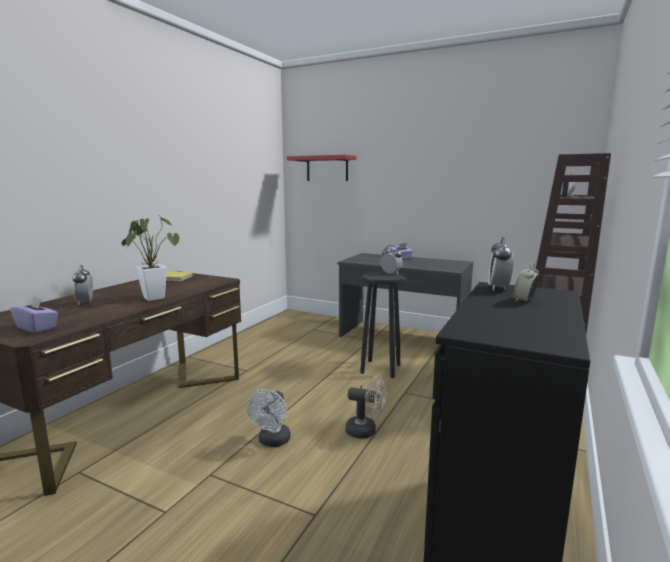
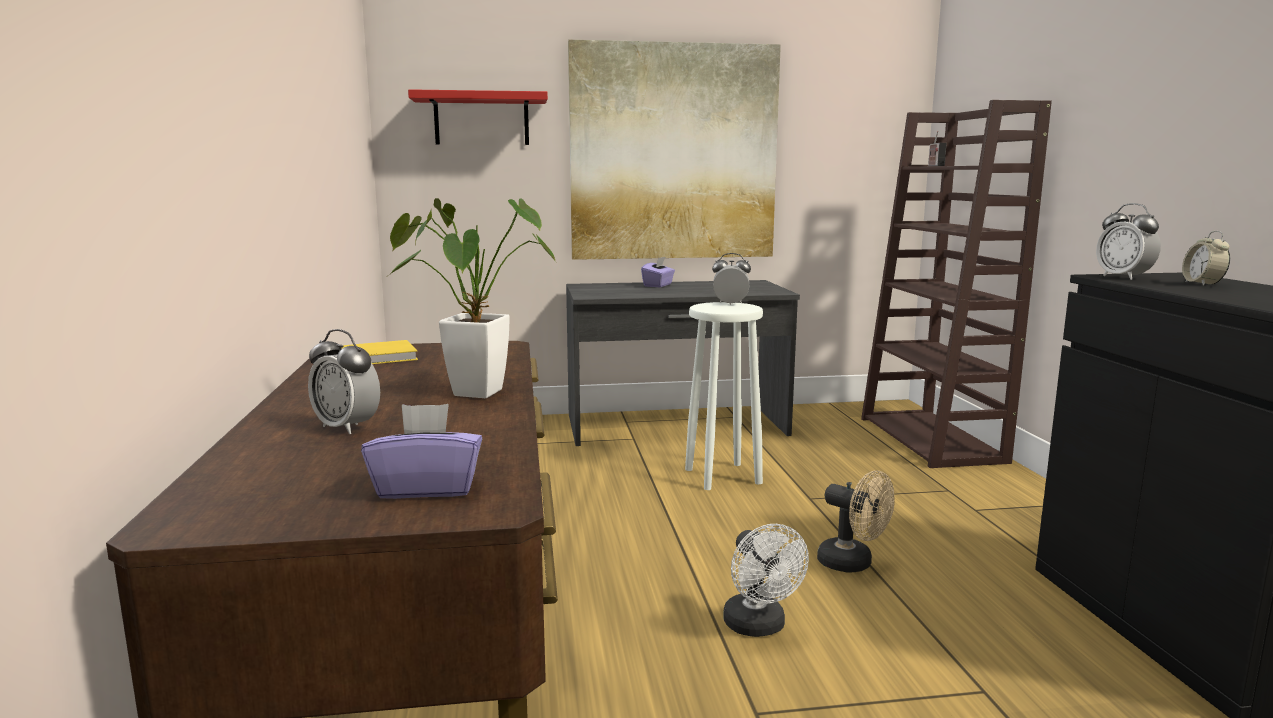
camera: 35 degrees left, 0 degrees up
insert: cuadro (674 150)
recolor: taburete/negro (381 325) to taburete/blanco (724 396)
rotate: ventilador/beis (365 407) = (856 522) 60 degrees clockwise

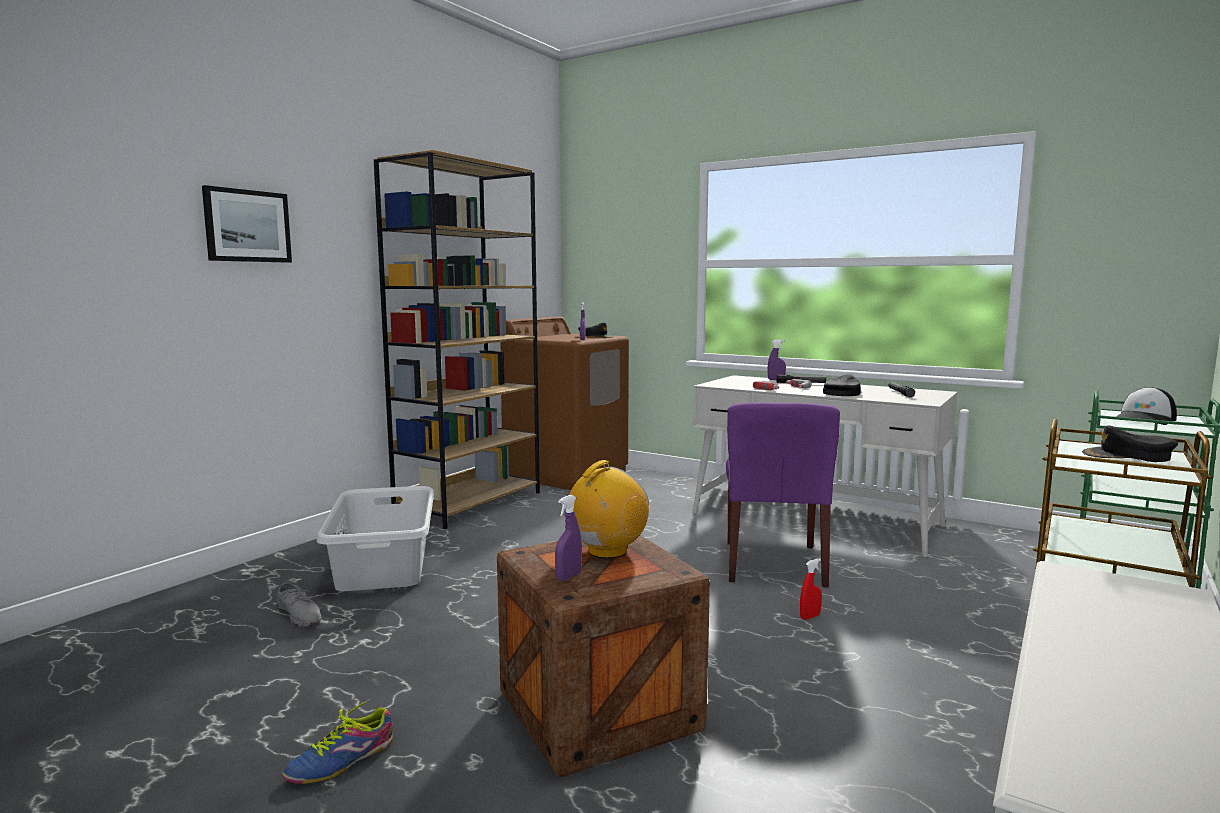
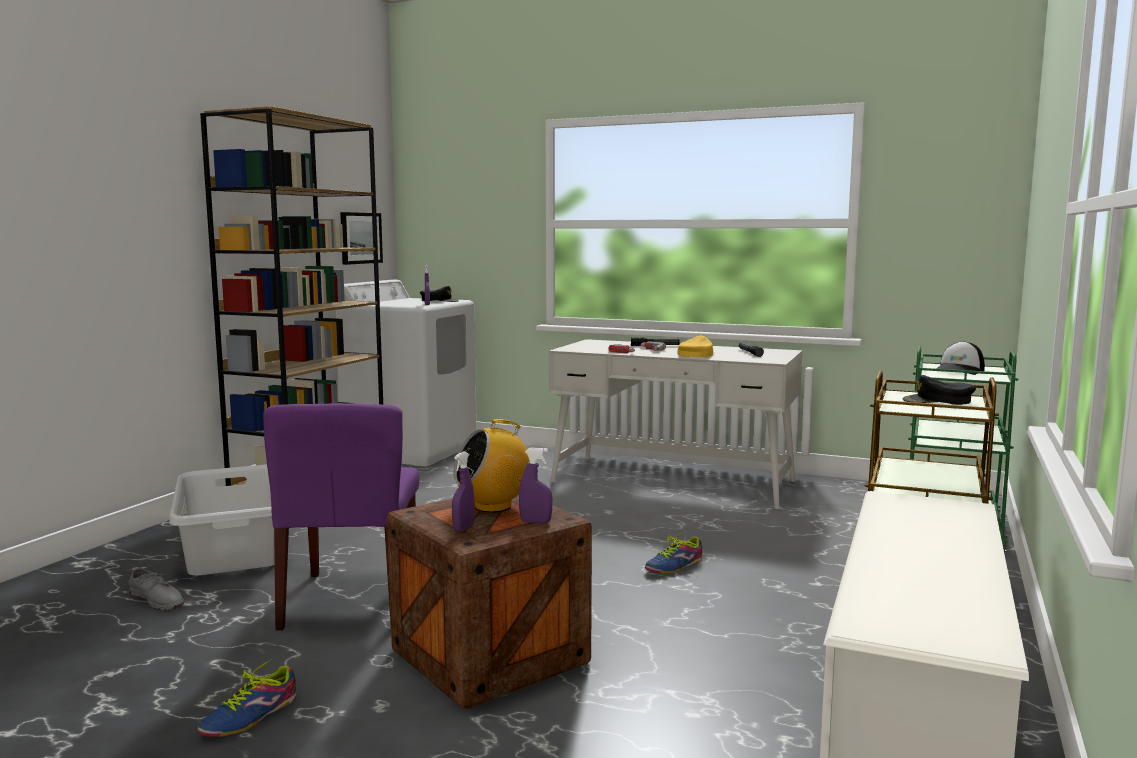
camera: 10 degrees left, 0 degrees up
move: cuadro (247 224) to (361 238); silla/morado (783 494) to (341 516); pulverizador/morado (777 360) to (535 485)
replace: pulverizador/rojo (811 589) to zapato (673 552)
recolor: lavadora/marrón (565 403) to lavadora/blanco (406 373); gorra/negro (842 385) to gorra/amarillo (696 346)
rotate: radio (609 509) = (491 466) 150 degrees counterclockwise

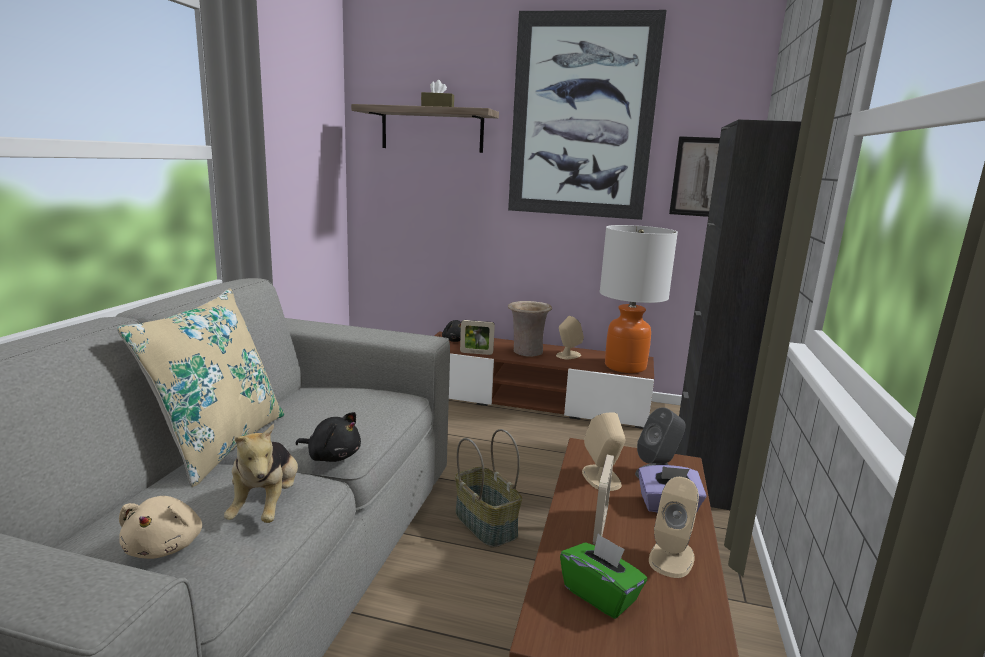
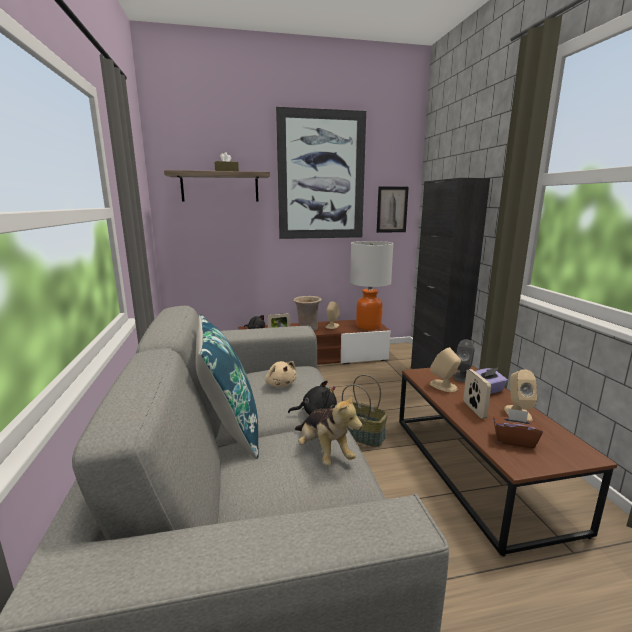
camera: 25 degrees left, 0 degrees up
move: peluche/beis (160 527) to (281 374)
recolor: cojín/beis (200 388) to cojín/azul (227 387); caja de pañuelos/verde (603 576) to caja de pañuelos/marrón (518 428)

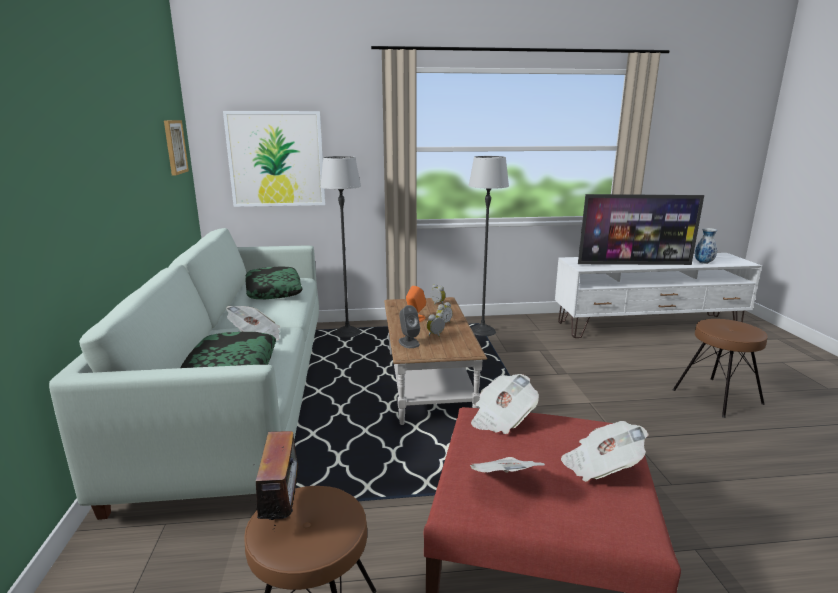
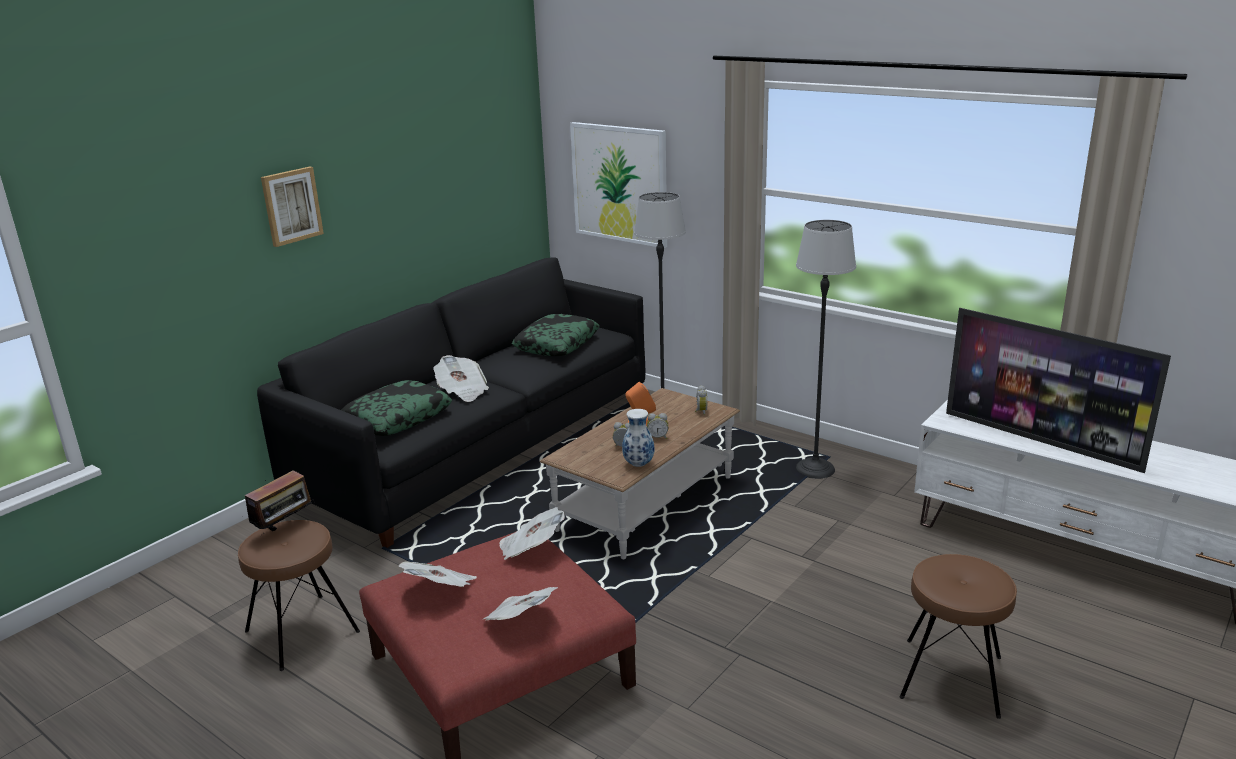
camera: 45 degrees right, 5 degrees up
delete: altavoz/gris (409 326)
move: cuadro (176 147) to (292 207); florero (706 246) to (638 438)
recolor: sofá/blanco (184 374) to sofá/negro (451 402)

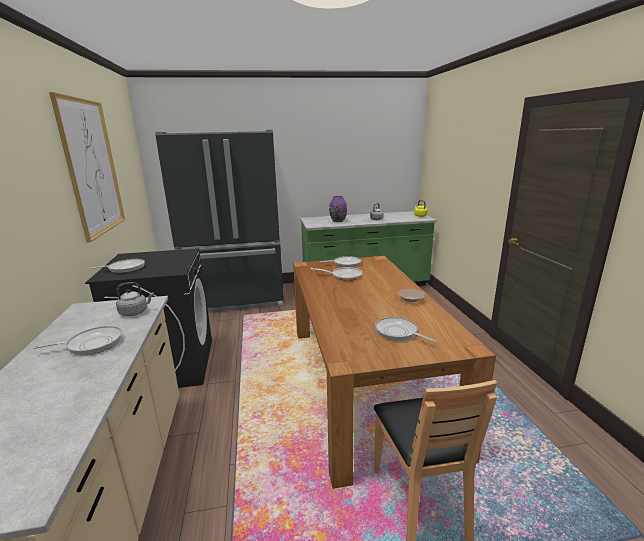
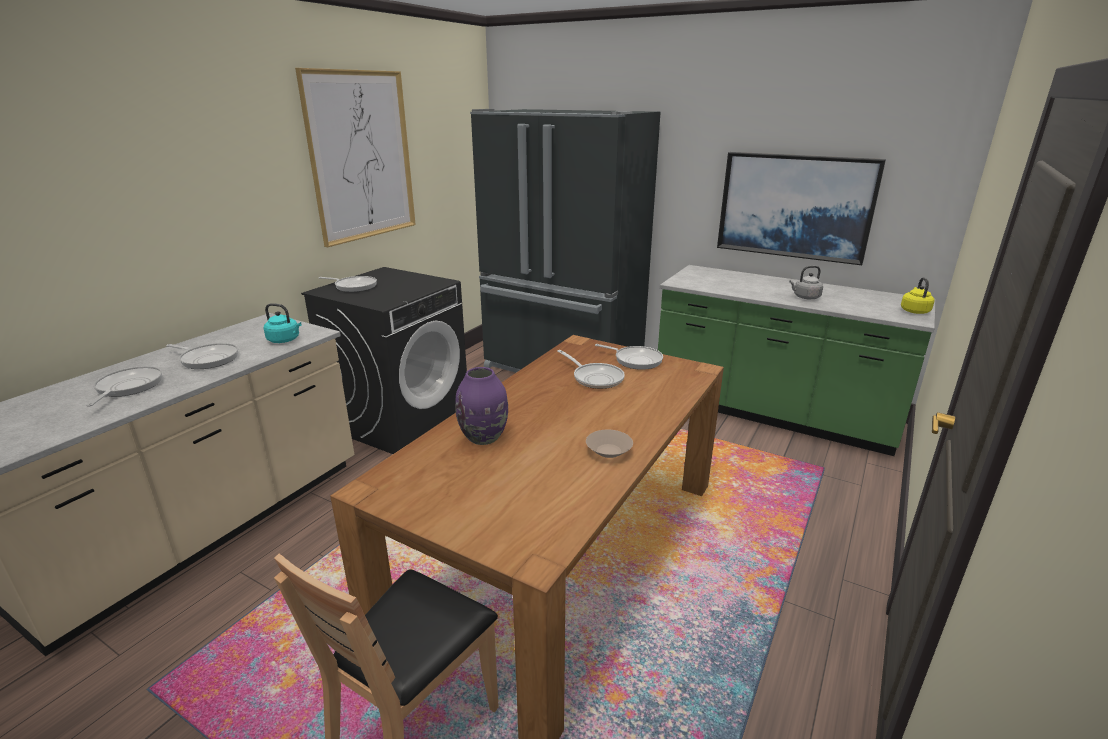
camera: 40 degrees right, 5 degrees up
insert: cuadro (801 208)
move: florero/morado (338 209) to (481 406); sartén (405 329) to (124 386)
recolor: hervidor/gris (135 299) to hervidor/turquesa (283 323)

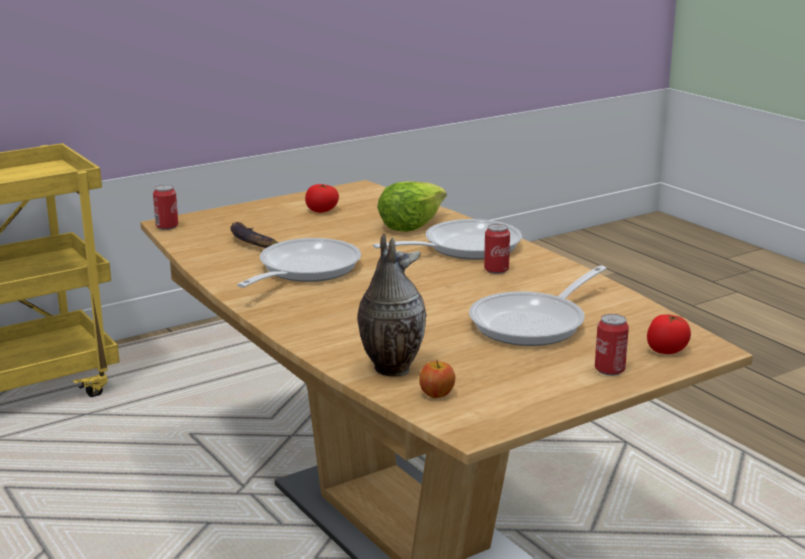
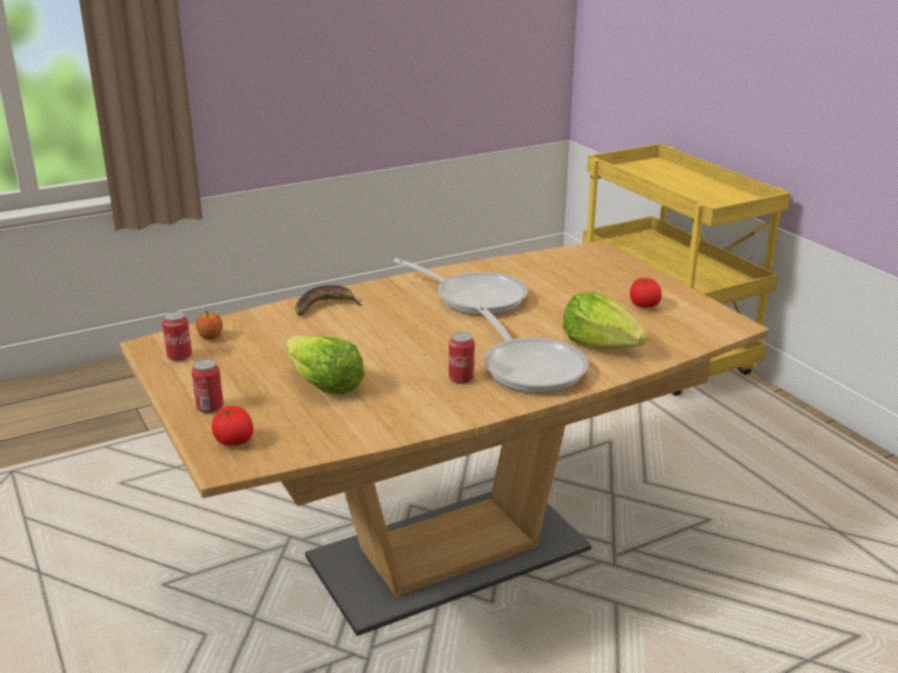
camera: 95 degrees right, 5 degrees up
delete: florero (392 305)
move: lata (165 207) to (177 336); plátano (254 235) to (328 300)
replace: sartén (538 305) to lechuga (324 364)

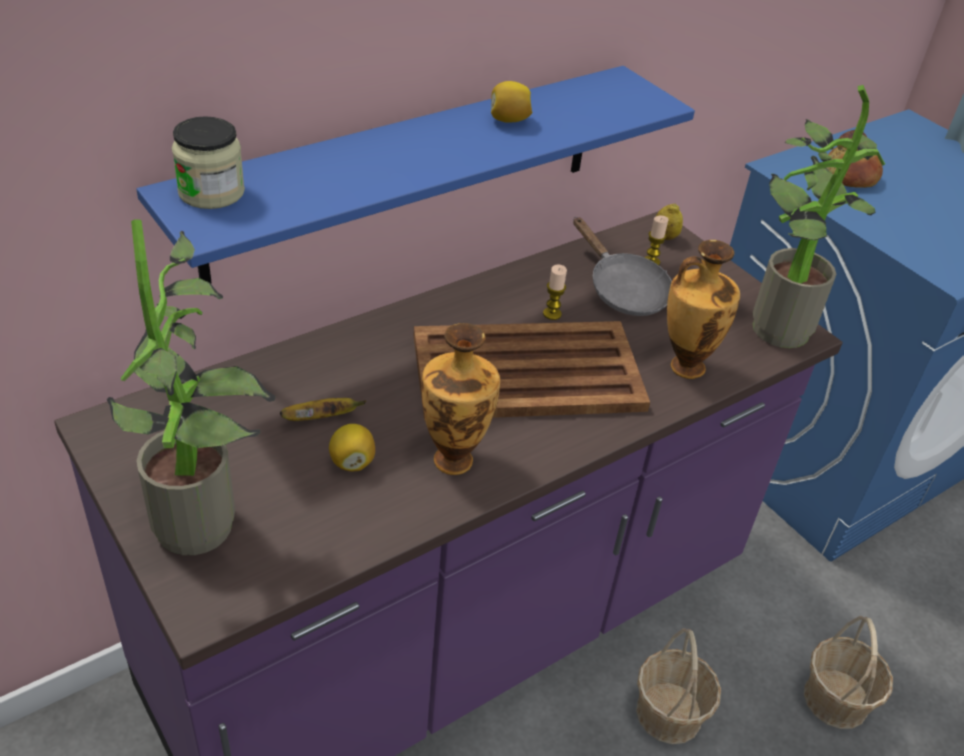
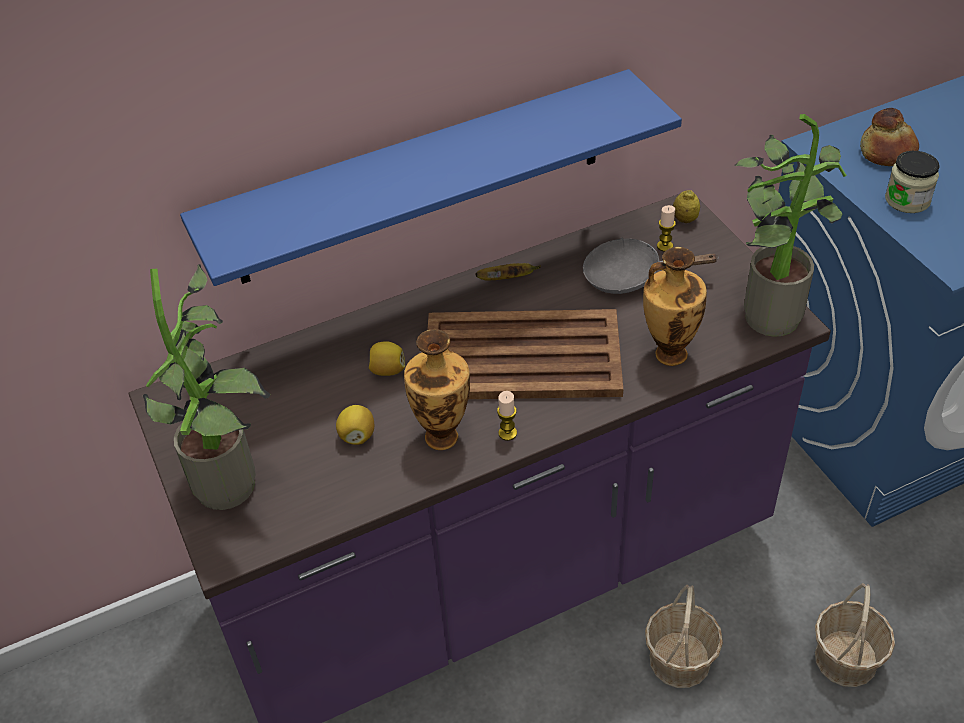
camera: 15 degrees right, 5 degrees up
move: tarro (208 162) to (912 182); plátano (323 409) to (508 272); limón (512 102) to (387 358); vela (555 292) to (507 416)
rotate: sartén/gris (622 266) = (651 266) 120 degrees clockwise

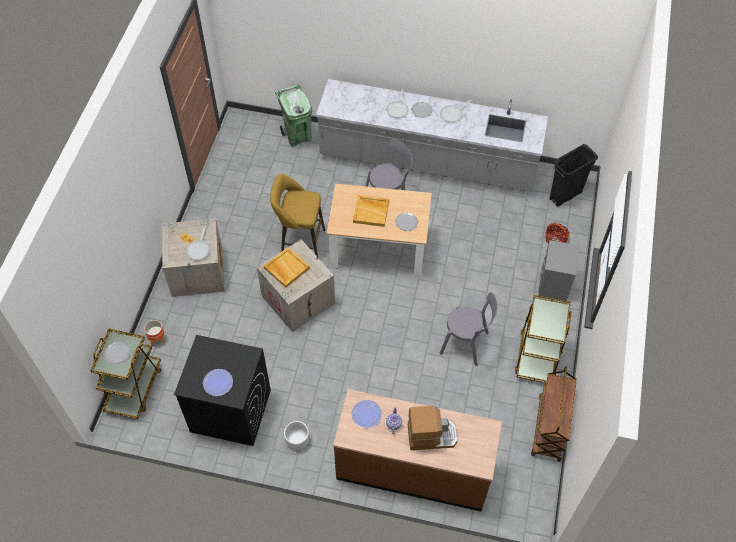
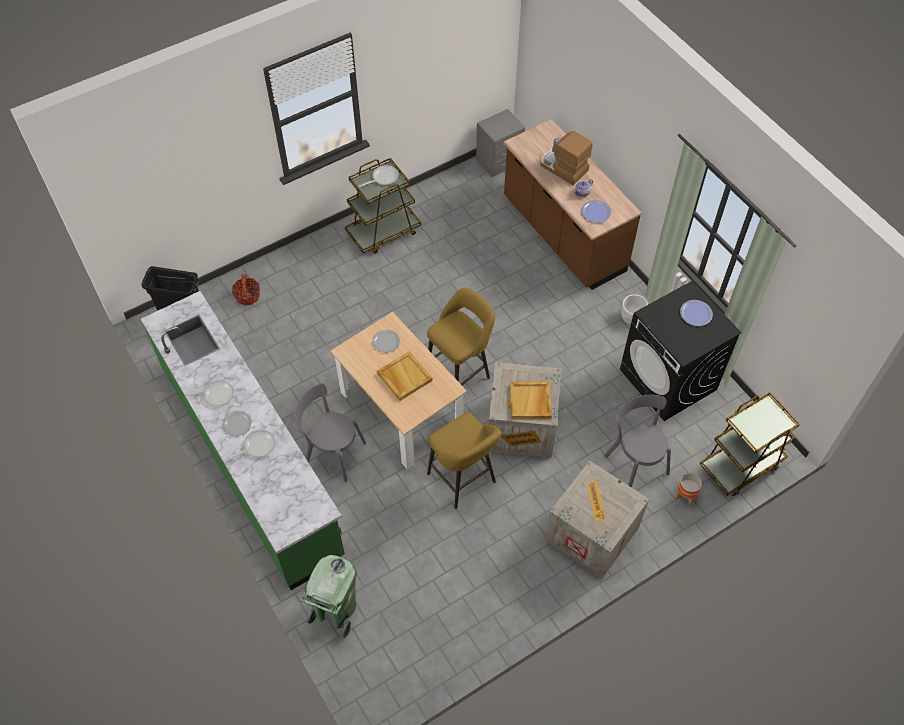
camera: 135 degrees left, 0 degrees up
delete: plato (117 353); carrito/marrón (554 414)
insert: taburete/amarillo (461 336)
move: sartén (198 243) to (379 176); silla/gris (468 329) to (637 441); mesita de noche/gris (558 270) to (500 143)
recolor: mueble bajo de cocina/gris (432 135) to mueble bajo de cocina/verde (243 440)

